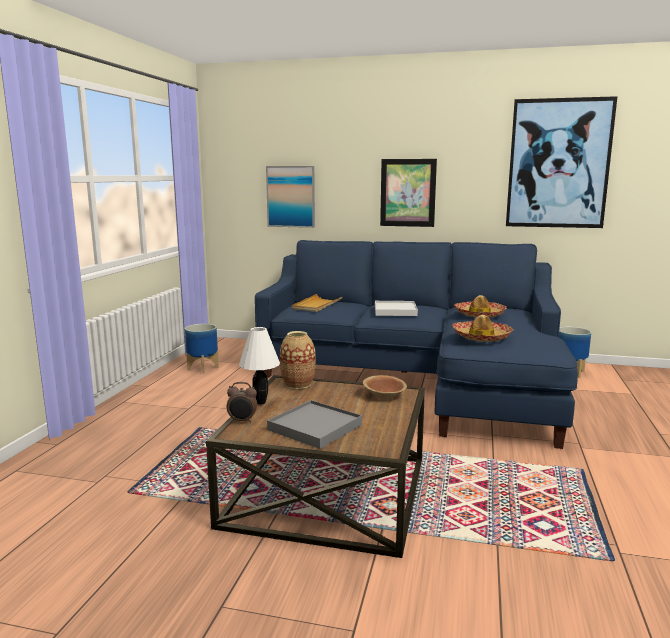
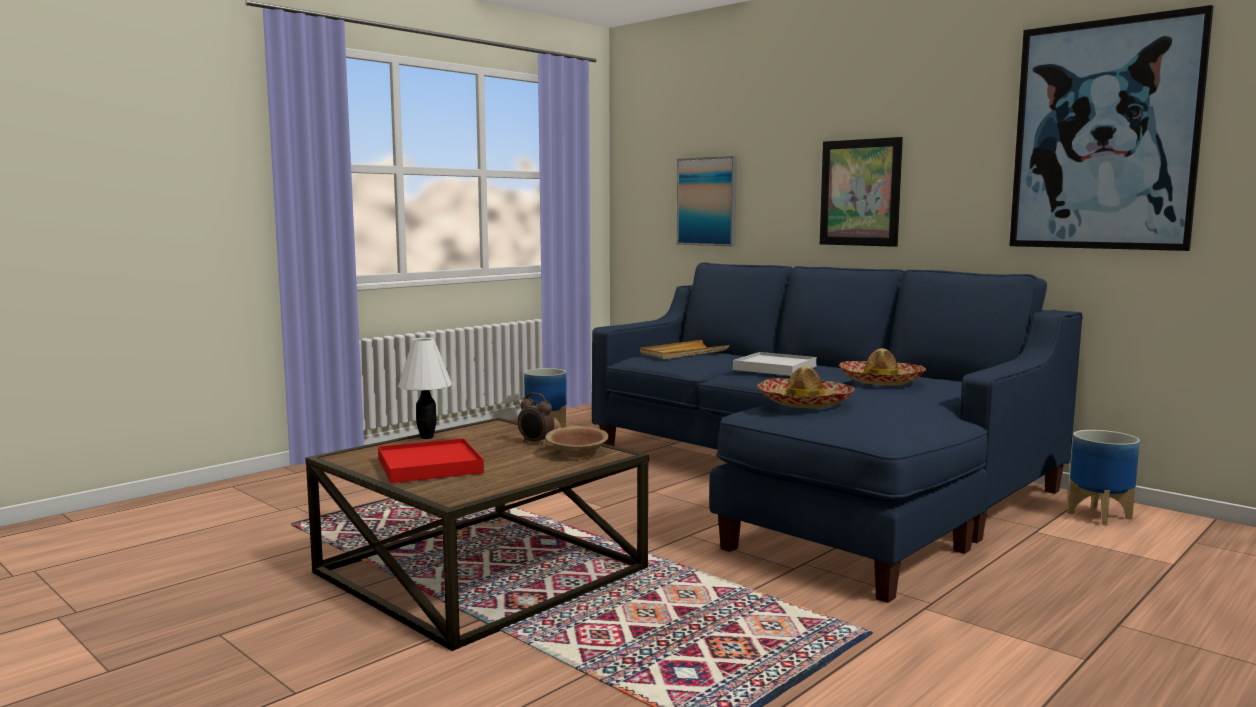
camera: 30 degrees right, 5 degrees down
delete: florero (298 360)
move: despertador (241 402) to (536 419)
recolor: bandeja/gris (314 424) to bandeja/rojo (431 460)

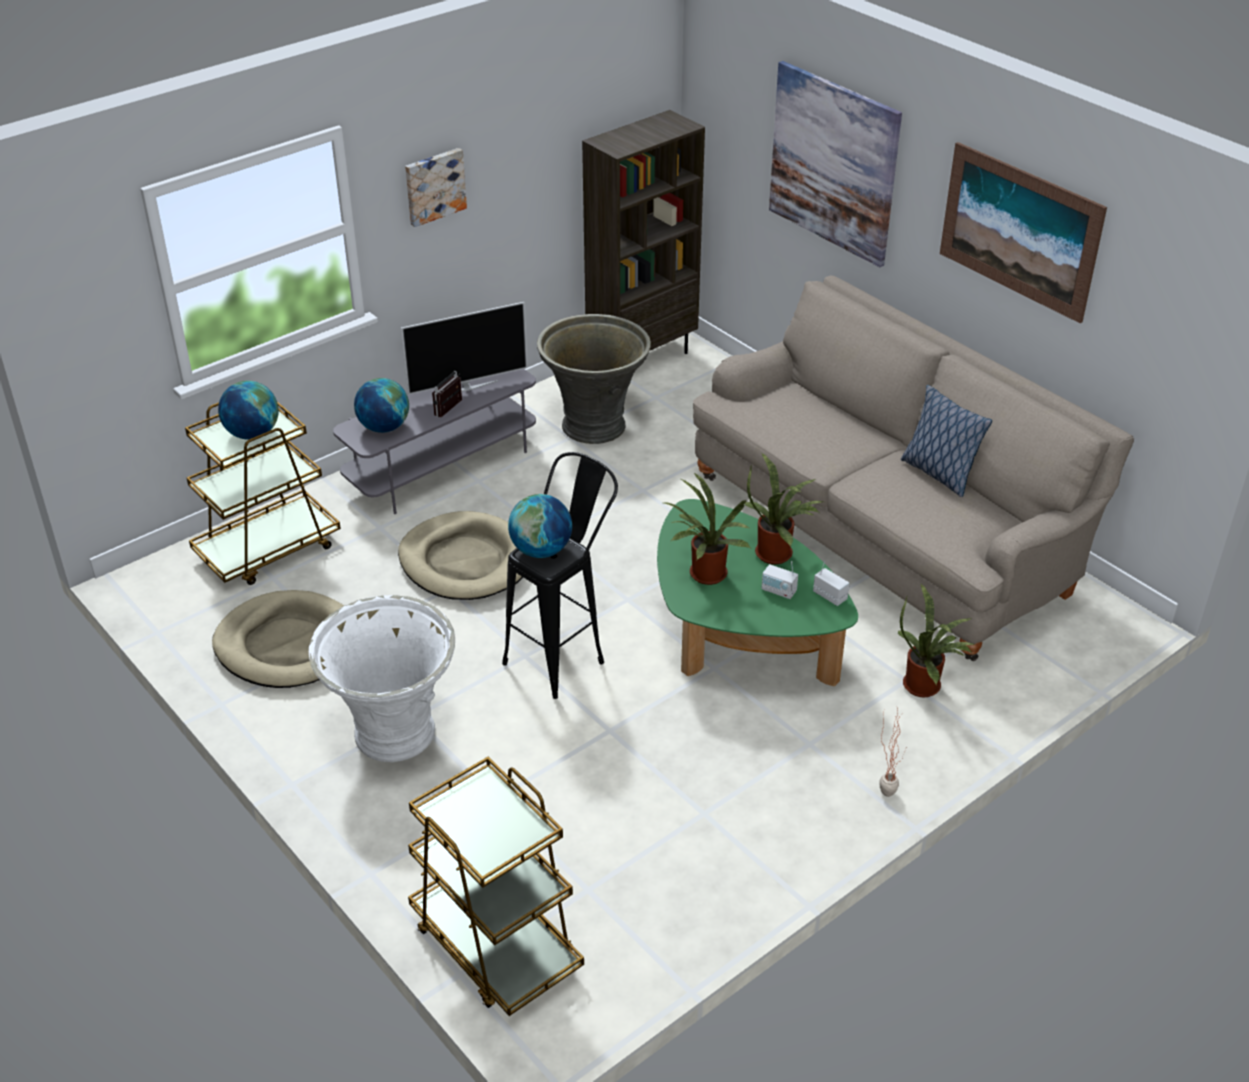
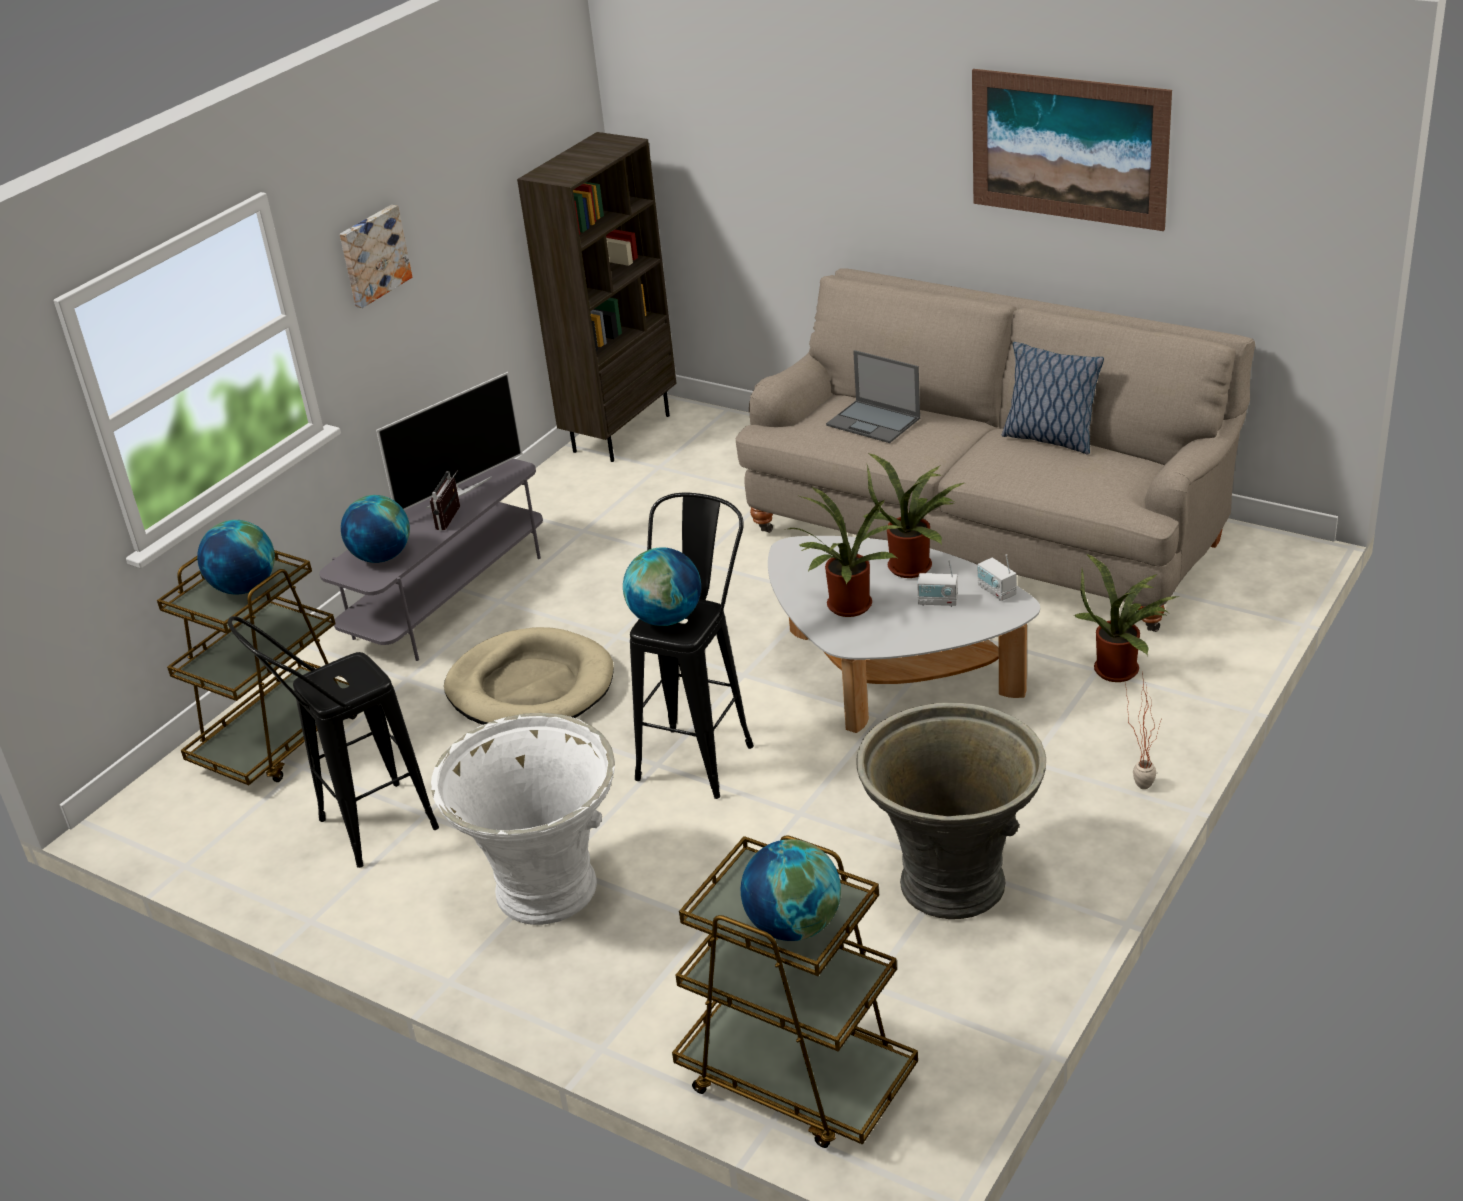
camera: 15 degrees left, 5 degrees down
delete: cuadro (835 164)
insert: globo terráqueo (791 890); portátil (873 396)
move: maceta/gris (594 379) to (951 810)
replace: cama para perro/beis (278 639) to taburete/negro (333 742)
recolor: mesa de centro/verde (757 592) to mesa de centro/blanco (904 634)
rotate: radio (831 583) = (997 577) 150 degrees counterclockwise

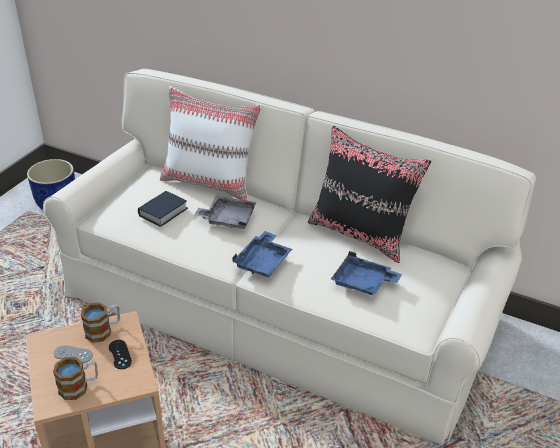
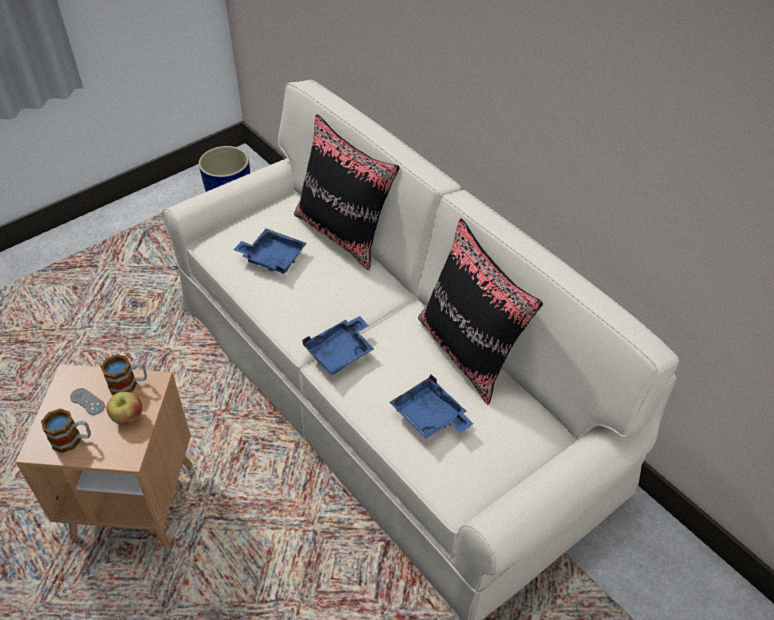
camera: 25 degrees right, 10 degrees up
delete: bandeja/gris (225 212)
replace: mando de consola/negro (120 354) to manzana (124 408); libro (163 209) to bandeja/azul (270 251)
recolor: cojín/blanco (211 143) to cojín/negro (347 192)

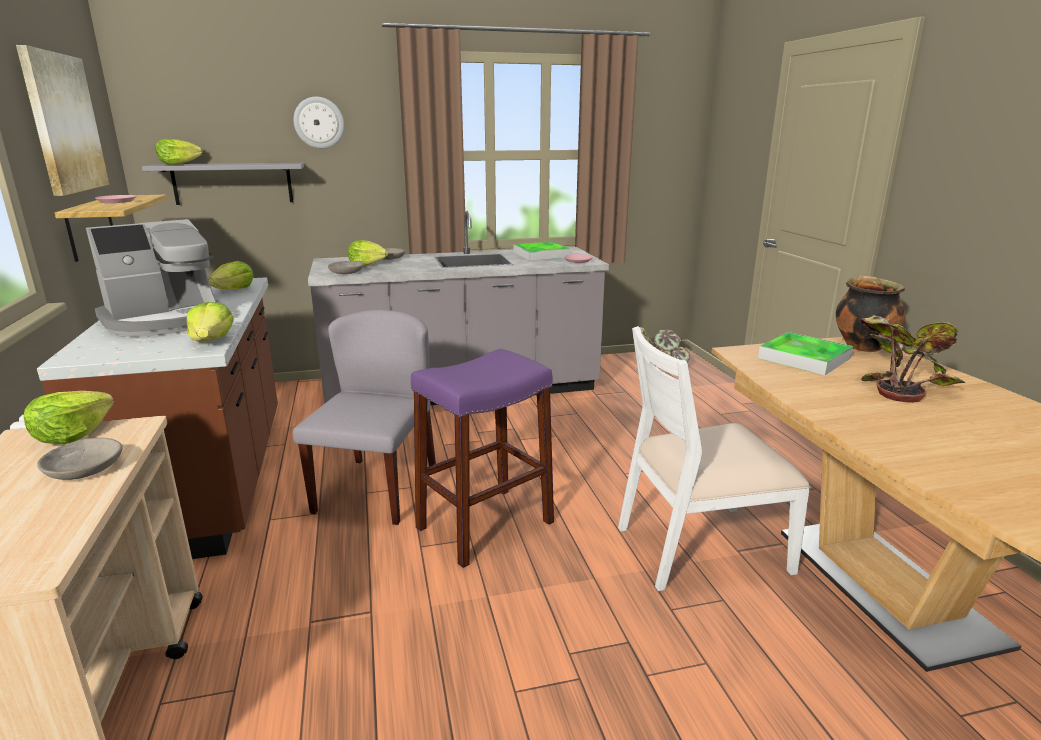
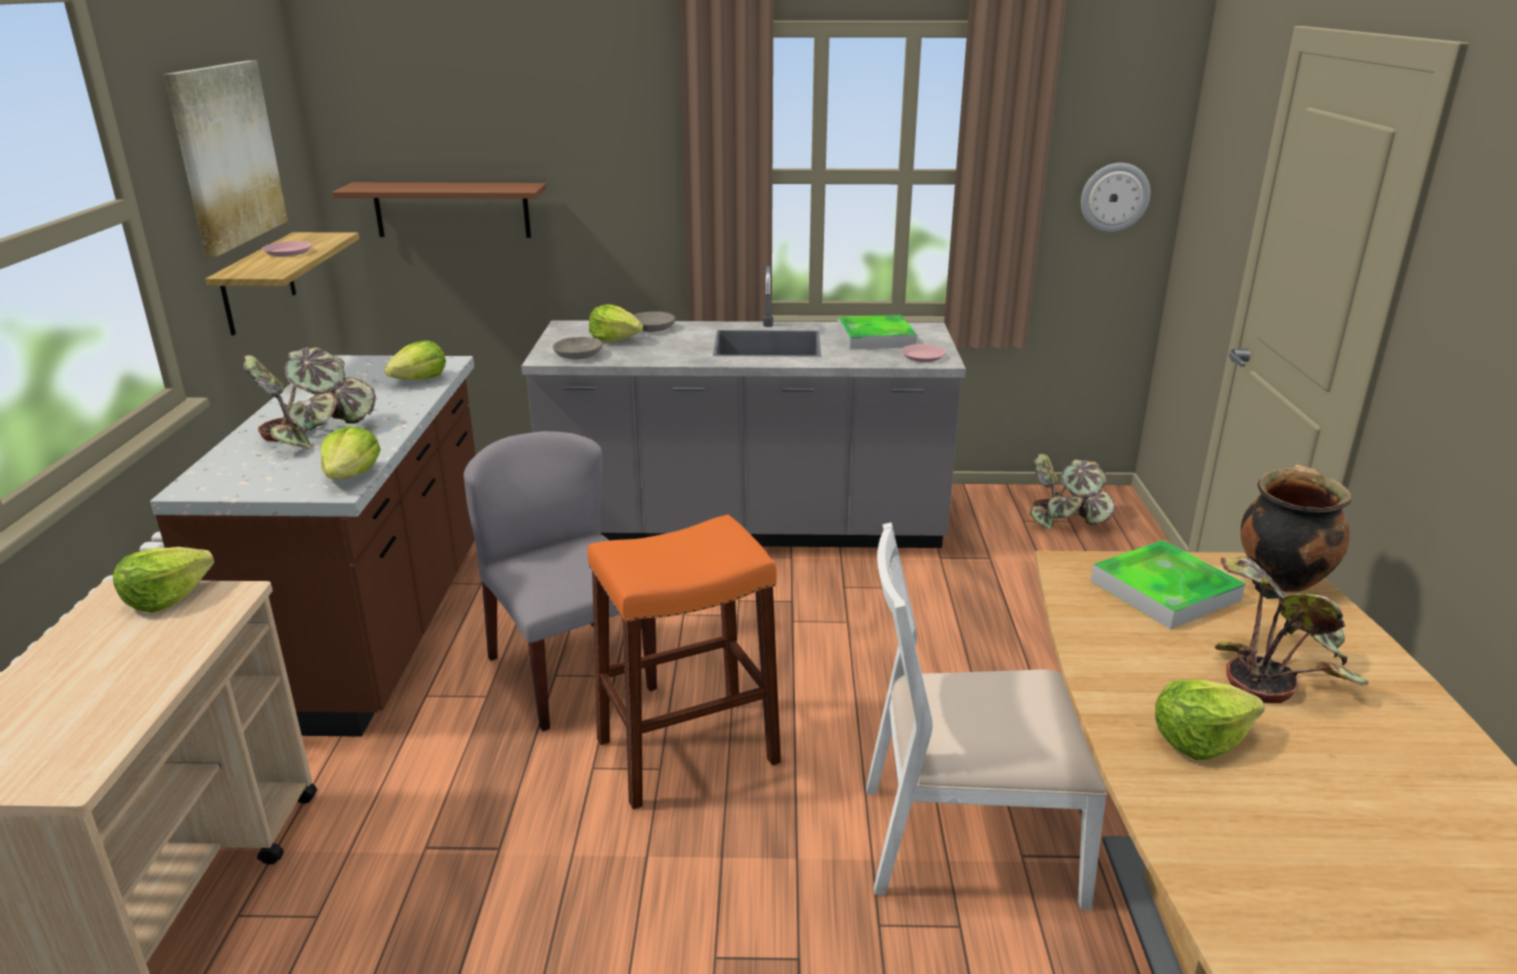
camera: 15 degrees right, 5 degrees up
delete: cuenco/gris (80 459)
move: lechuga (179 152) to (1210 720); reloj de pared (318 122) to (1115 197)
replace: cafetera (155 278) to planta en maceta (309 398)
recolor: estante/gris (223 184) to estante/marrón (439 210); taburete/morado (482 458) to taburete/naranja (684 662)
rotate: silla/gris (364 417) = (560 581) 60 degrees counterclockwise

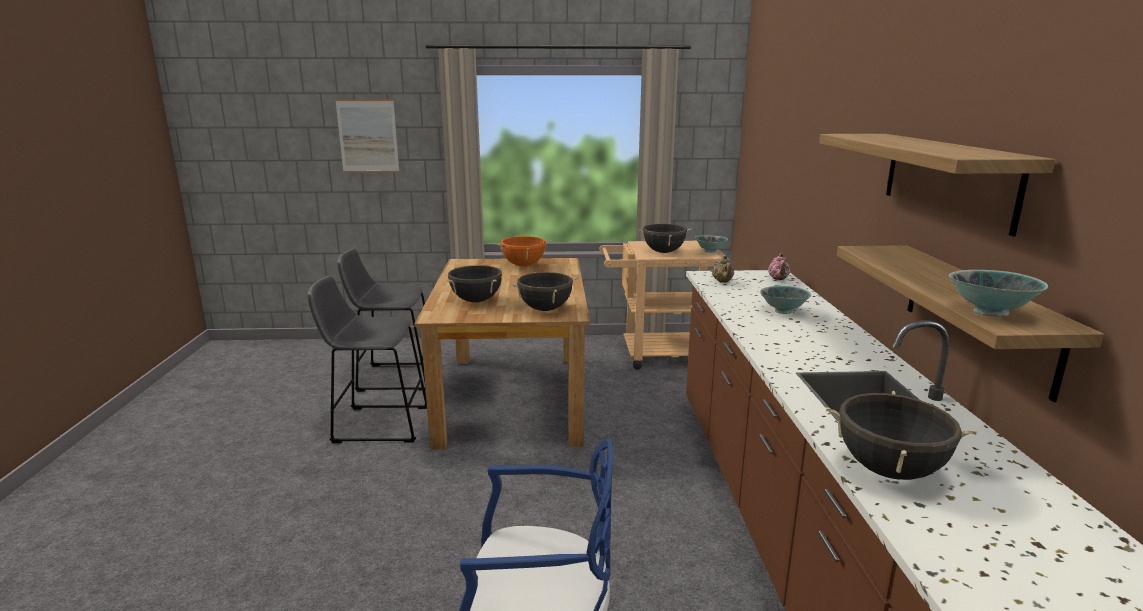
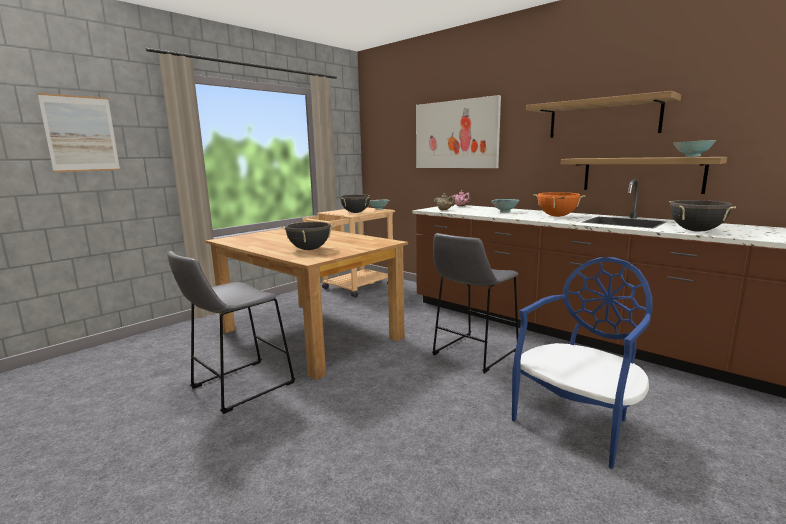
camera: 45 degrees left, 5 degrees down
delete: olla/negro (544 291)
insert: cuadro (458 131)
move: taburete/gris (381 320) to (475 303); olla/naranja (523 251) to (559 204)

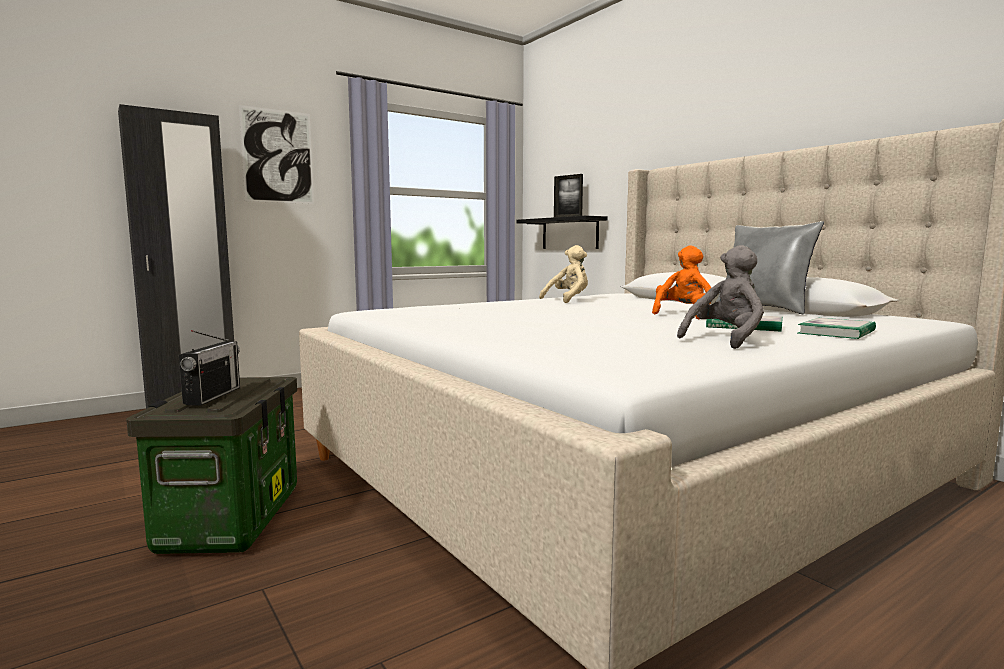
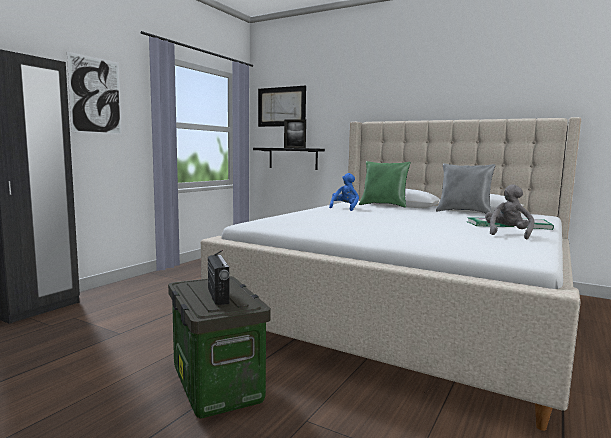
camera: 25 degrees left, 0 degrees up
delete: peluche/naranja (681 282)
insert: cuadro (282 106); cojín/verde (385 184)
recolor: peluche/beis (563 274) to peluche/azul (344 192)

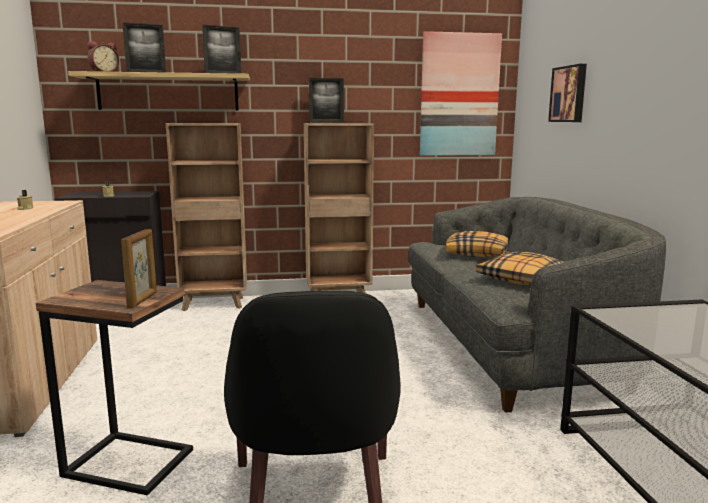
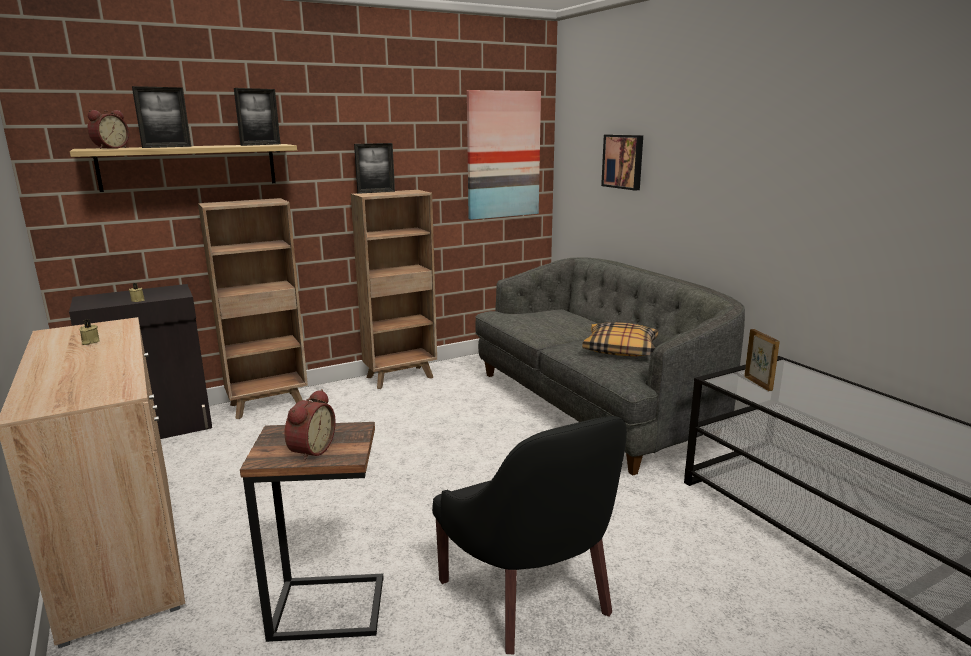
camera: 20 degrees left, 5 degrees up
delete: cojín (477 244)
insert: despertador (310 425)
move: portarretratos (139 268) to (762 360)

